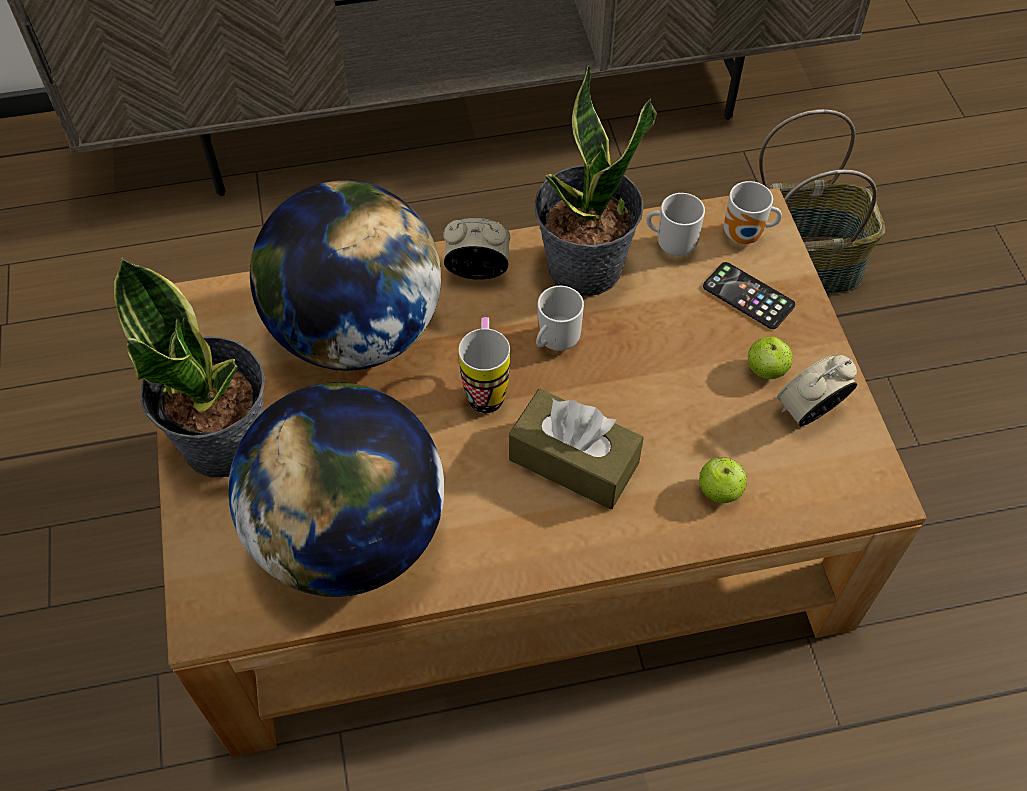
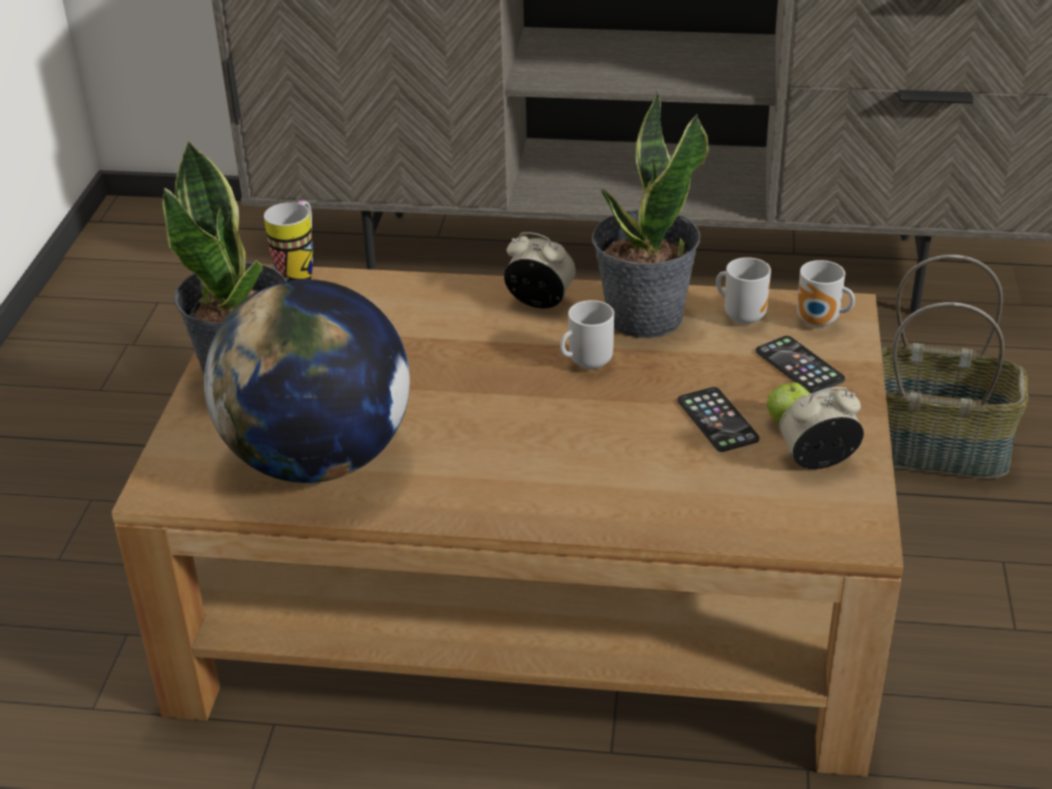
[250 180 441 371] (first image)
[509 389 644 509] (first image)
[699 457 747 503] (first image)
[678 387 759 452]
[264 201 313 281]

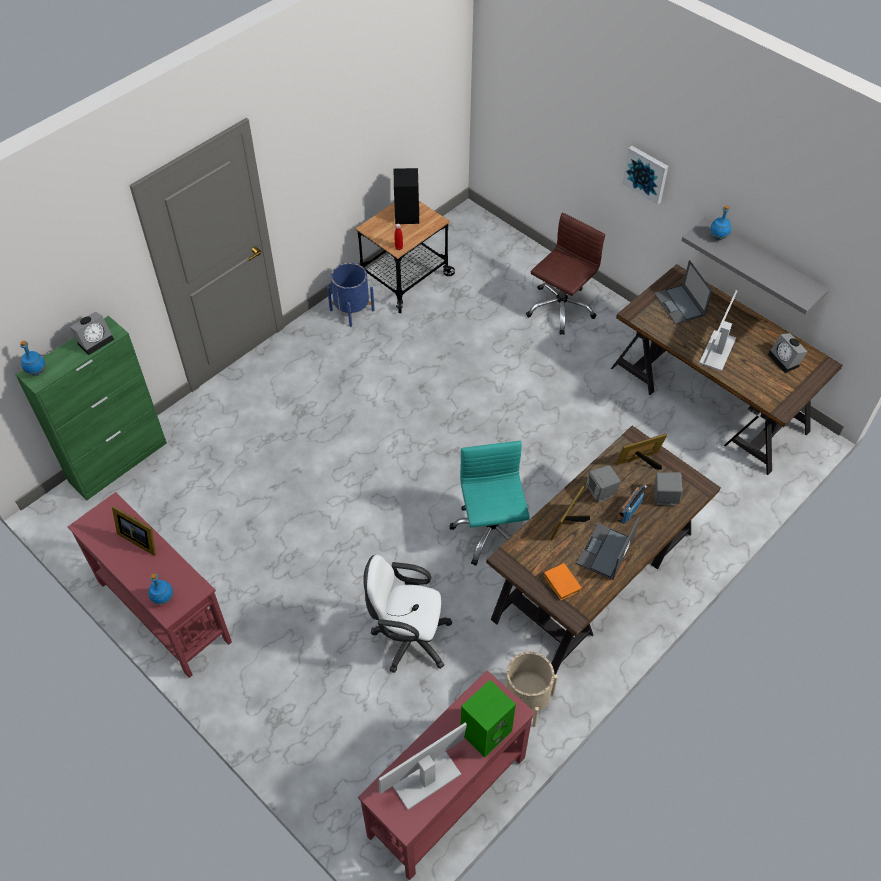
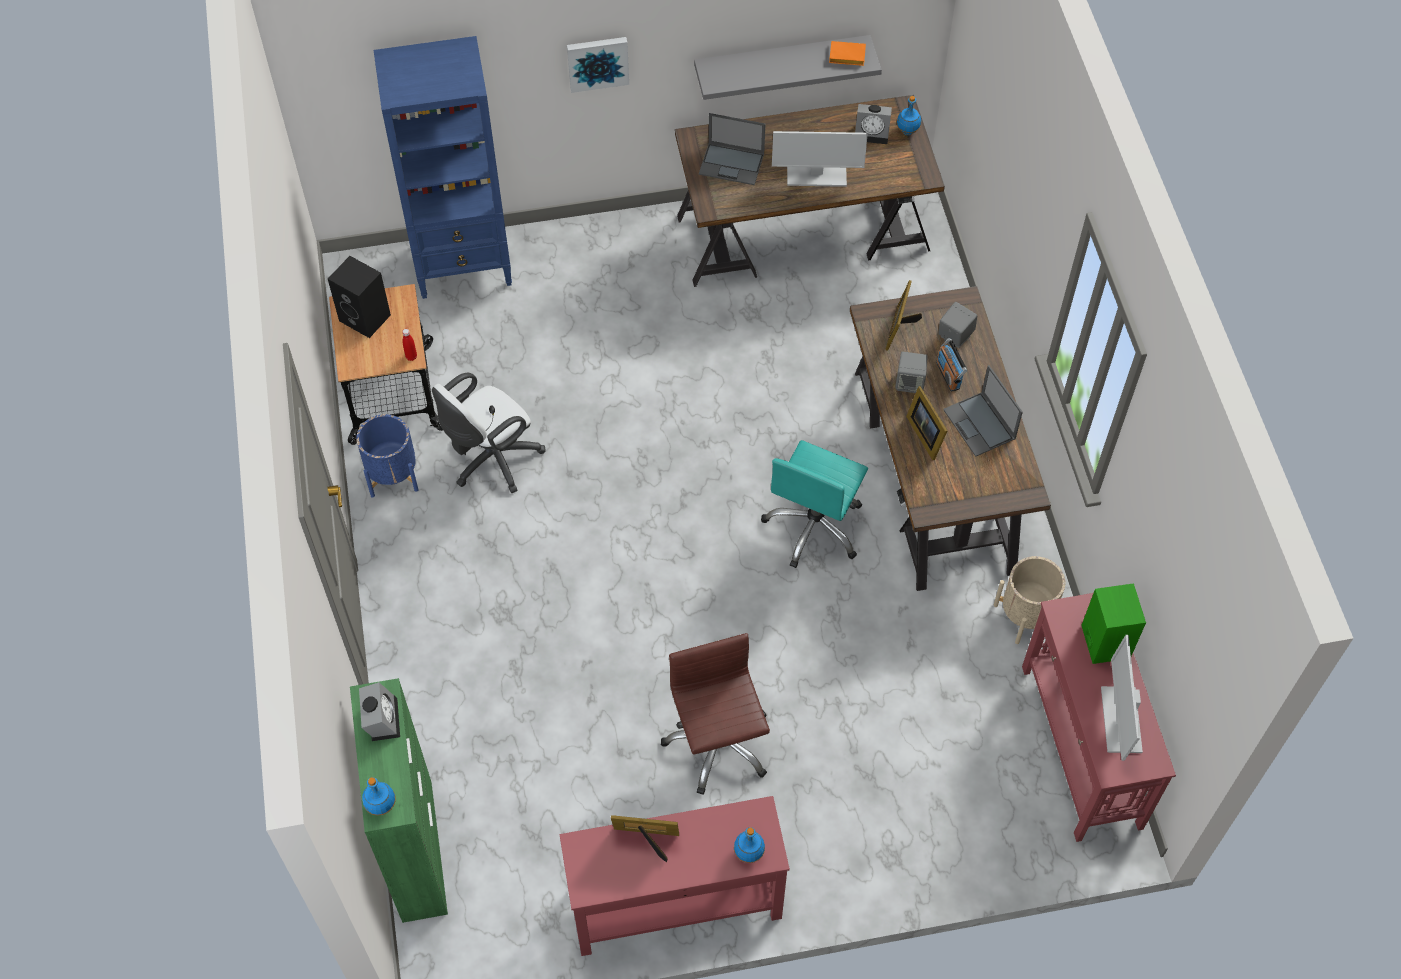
[373 36 512 299]
[432 373 546 493]
[661 633 770 795]
[829 41 866 66]
[897 96 921 135]
[611 815 679 862]
[761 440 868 568]
[772 131 868 187]

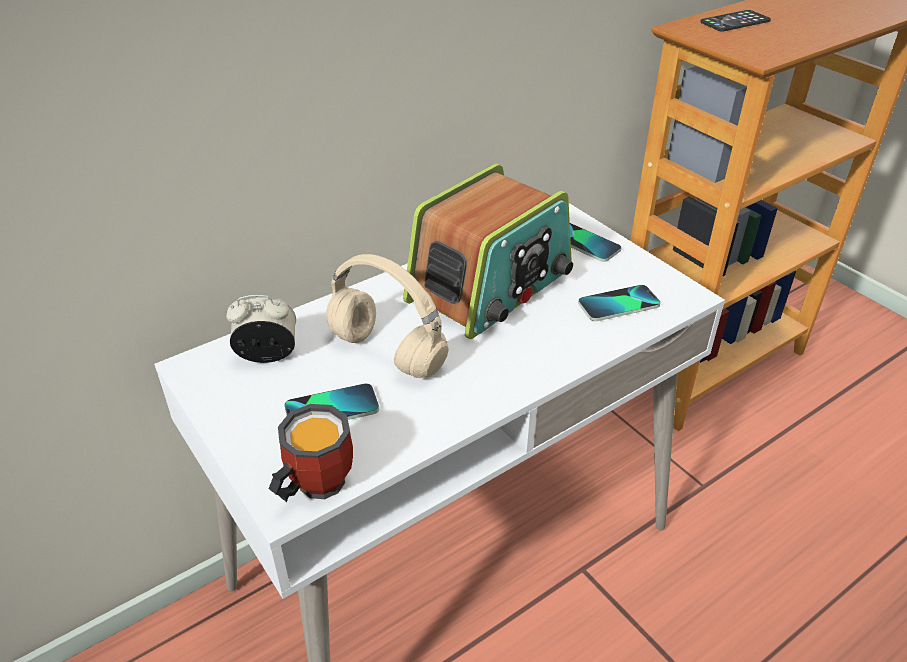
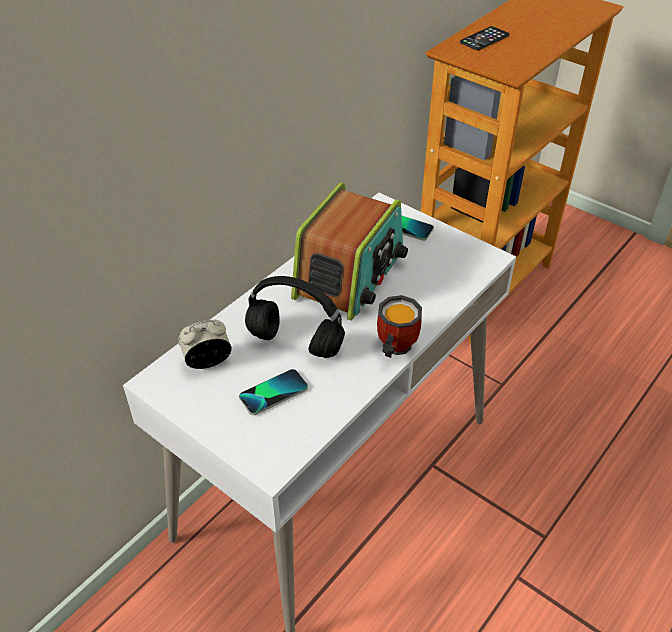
[578 285 660 321] (first image)
[377 295 422 358]
[245 276 345 358]

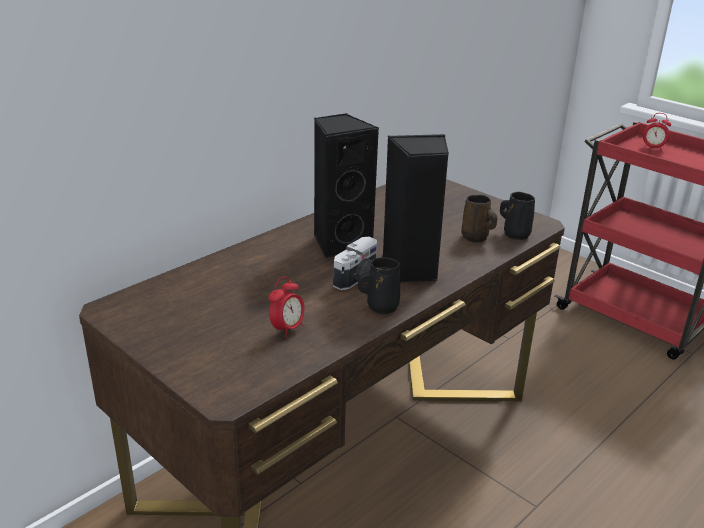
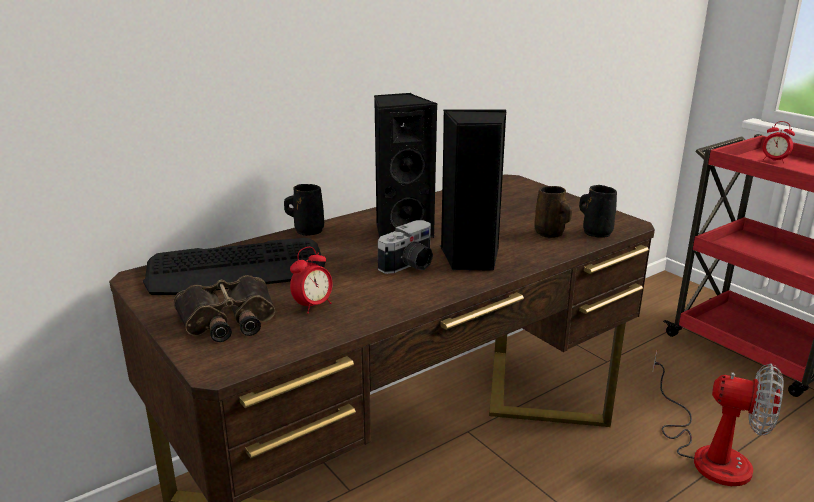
[143 238 325 295]
[173 275 275 342]
[653 351 784 486]
[284 184 324 236]

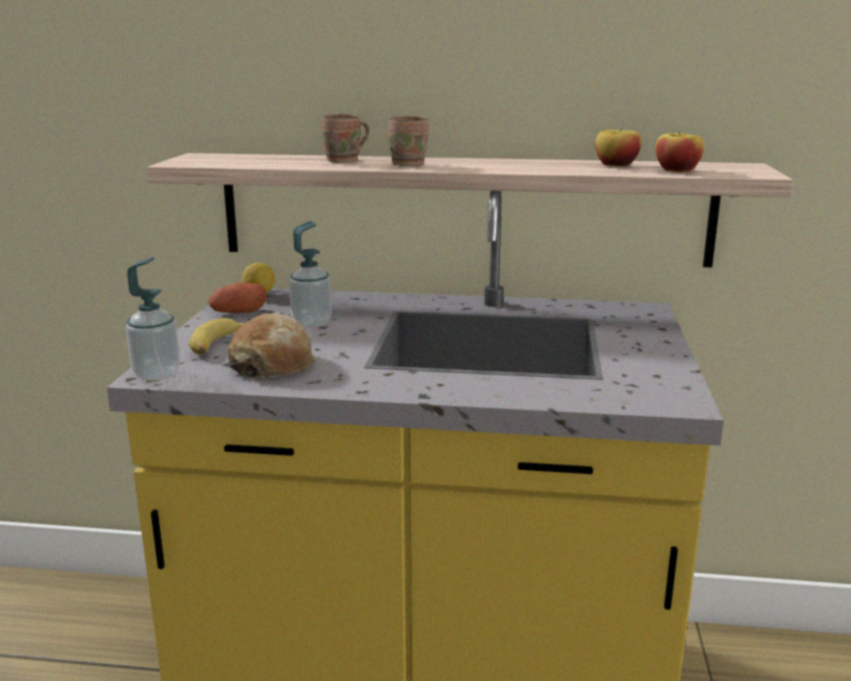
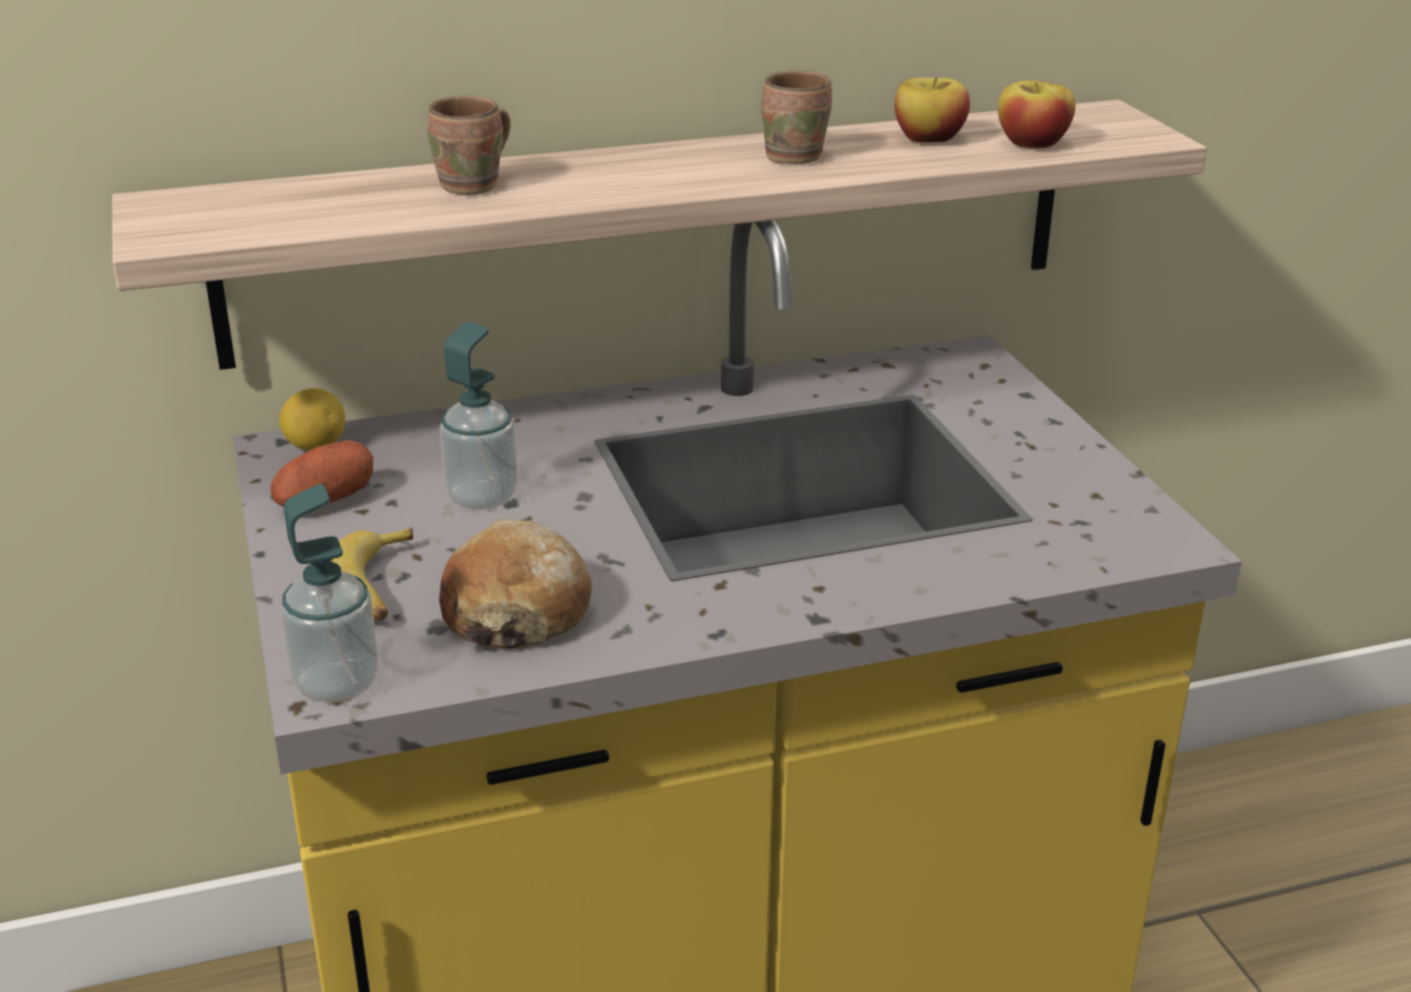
[762 70 832 164]

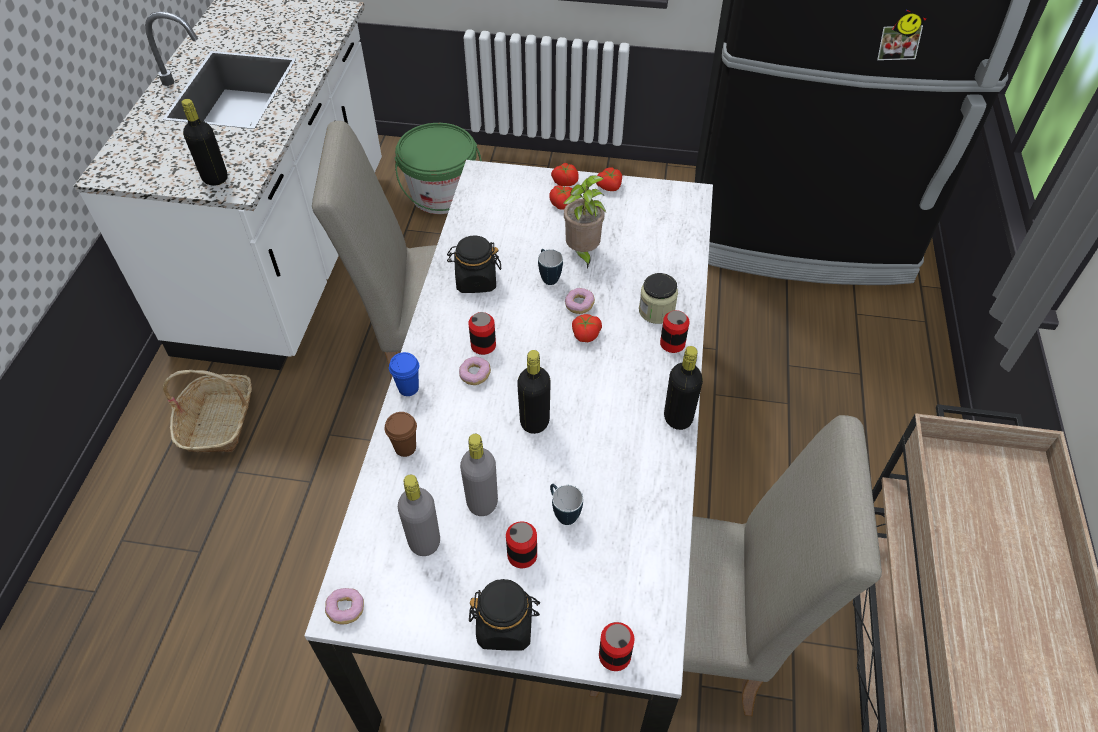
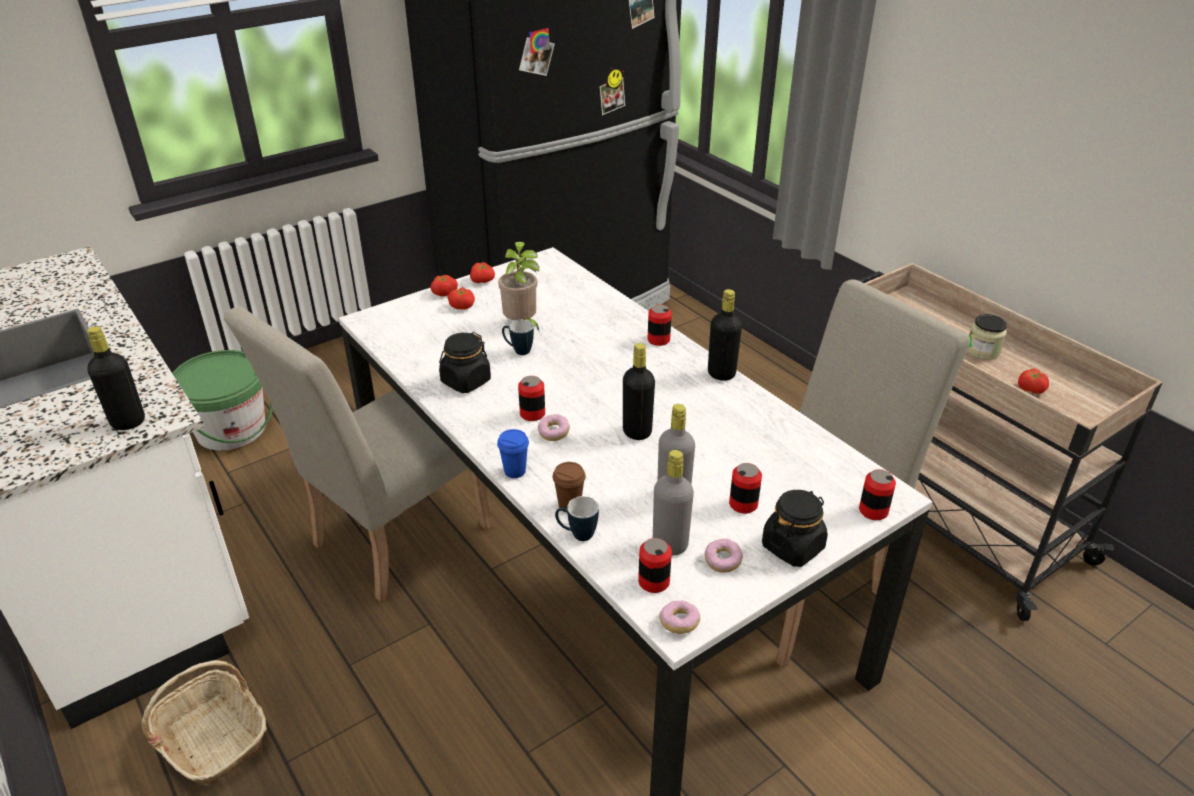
[638 538 672 593]
[555 496 599 541]
[705 539 743 573]
[1018 369 1049 394]
[967 314 1007 360]

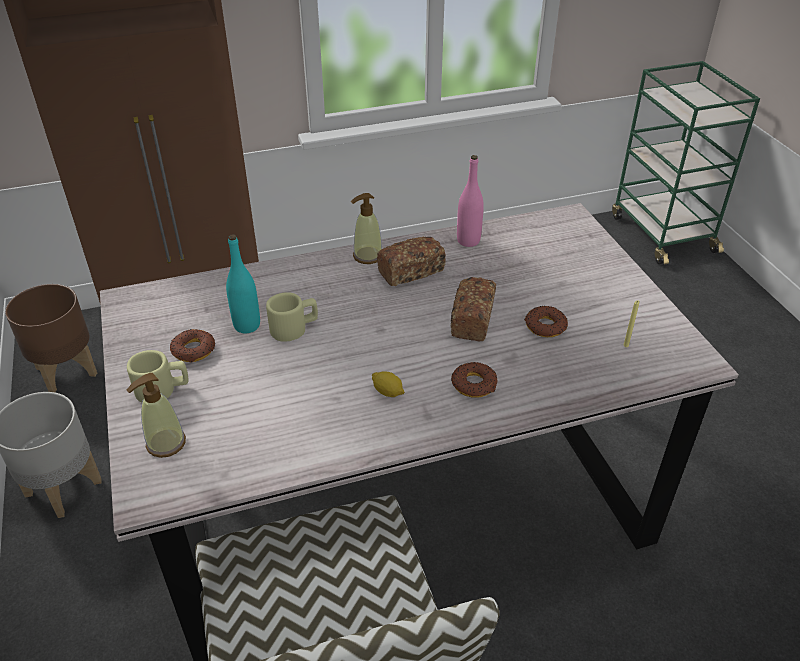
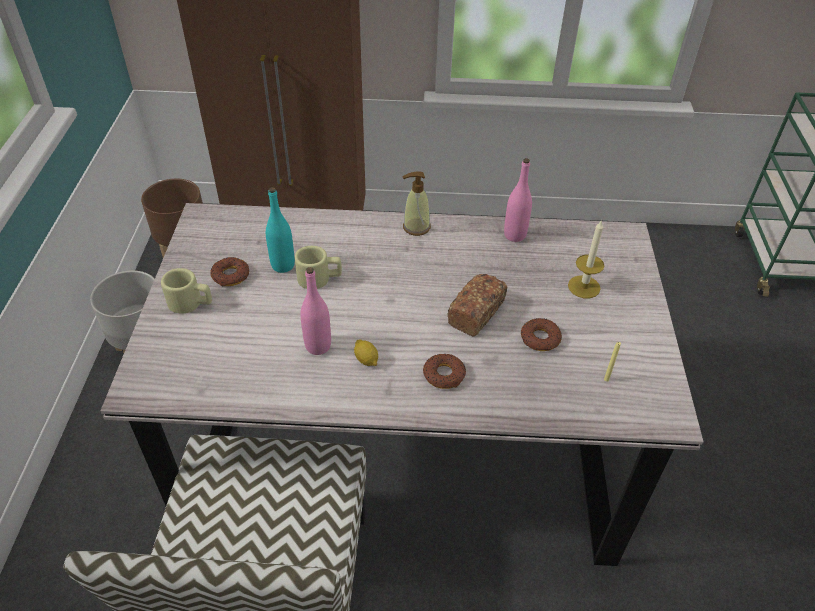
[127 373 186 458] (first image)
[377 237 446 286] (first image)
[300 267 331 355]
[568 220 604 298]

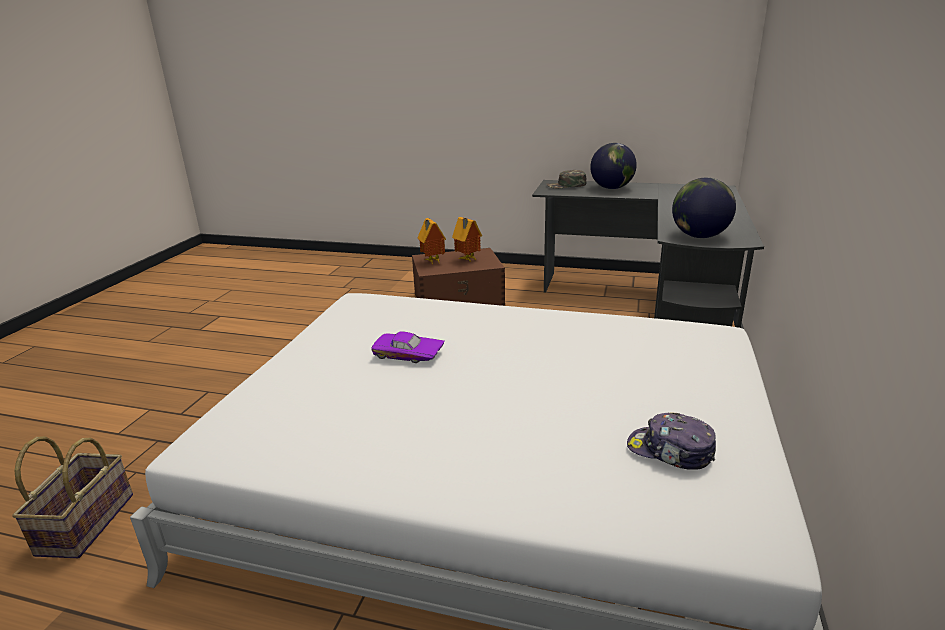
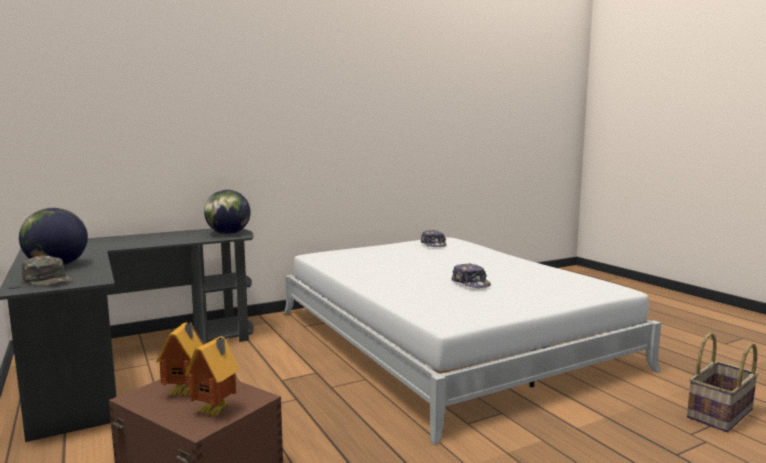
[451 263 491 288]

